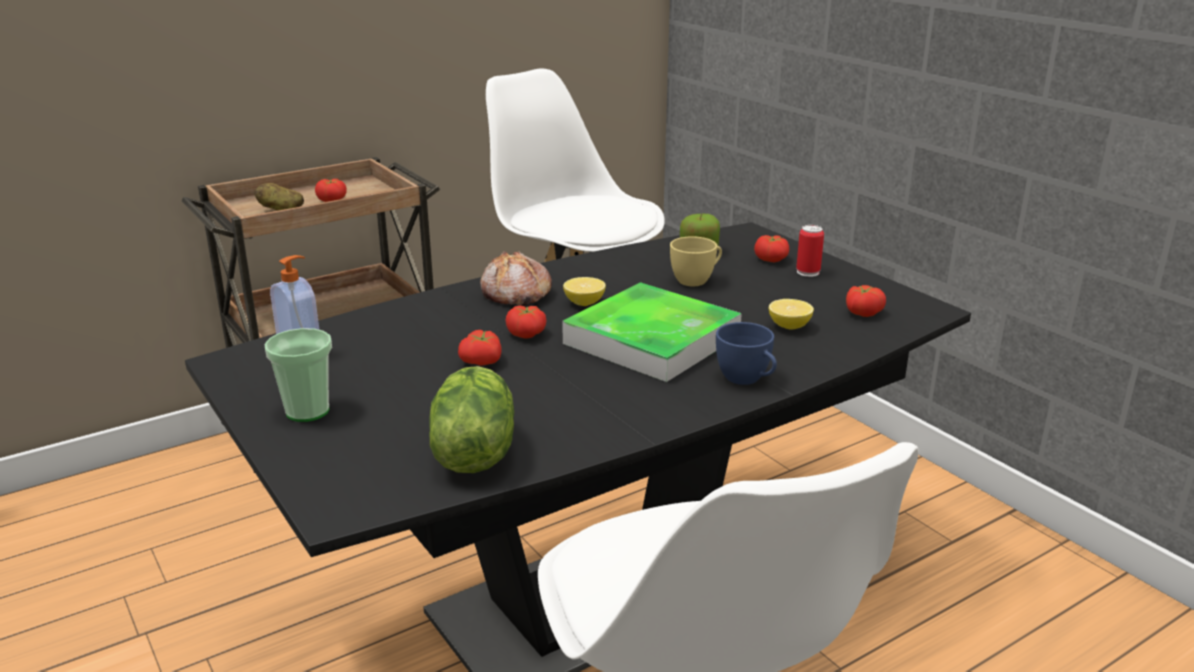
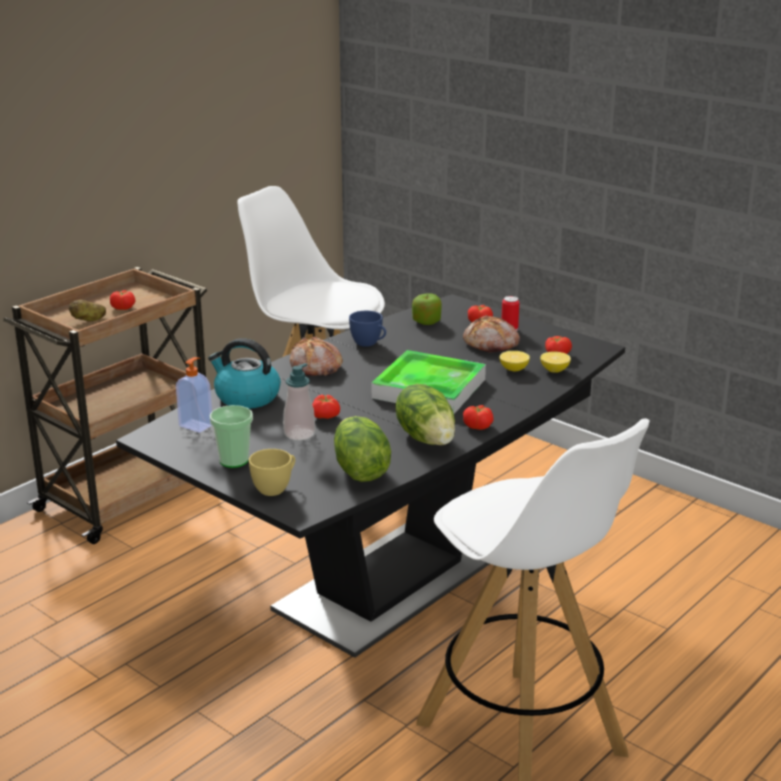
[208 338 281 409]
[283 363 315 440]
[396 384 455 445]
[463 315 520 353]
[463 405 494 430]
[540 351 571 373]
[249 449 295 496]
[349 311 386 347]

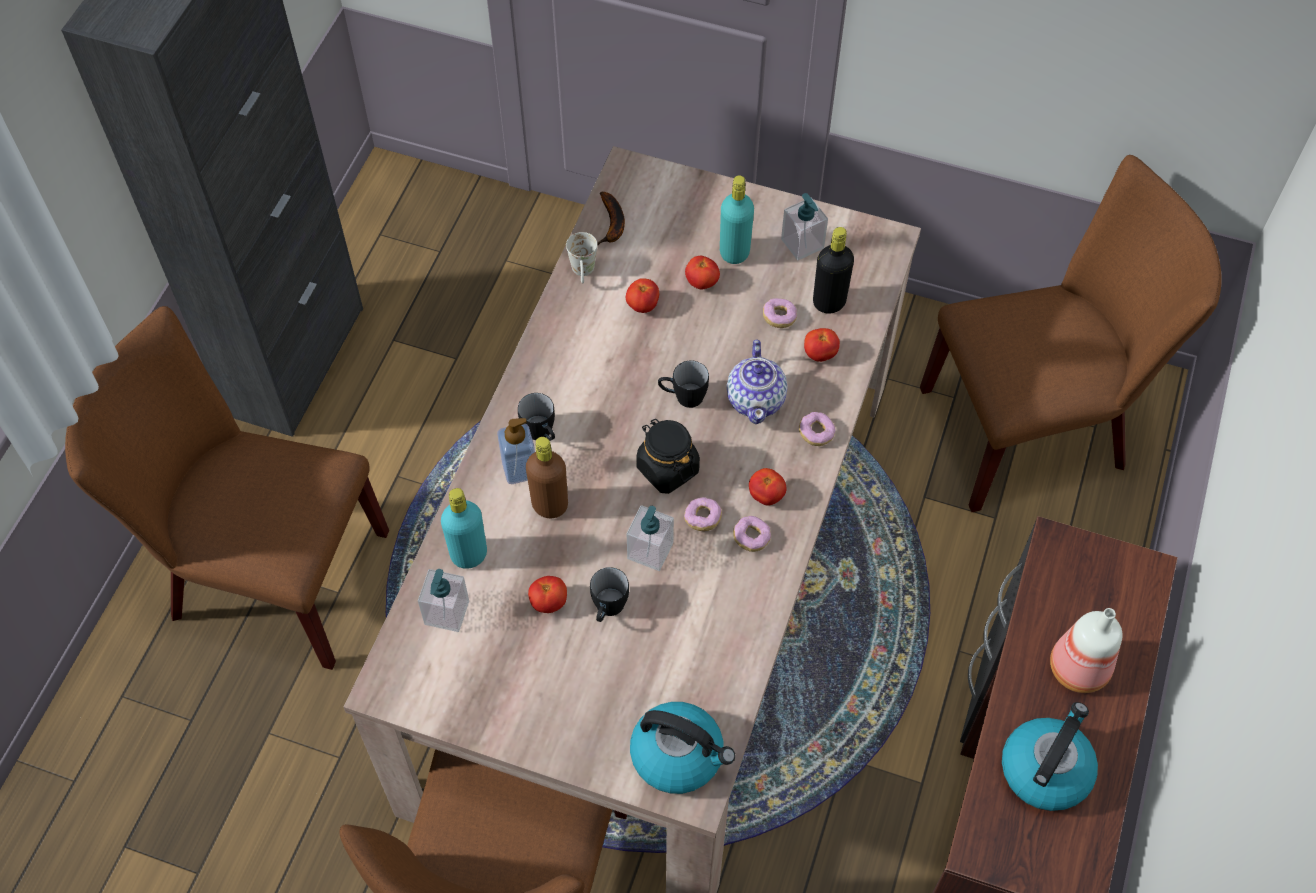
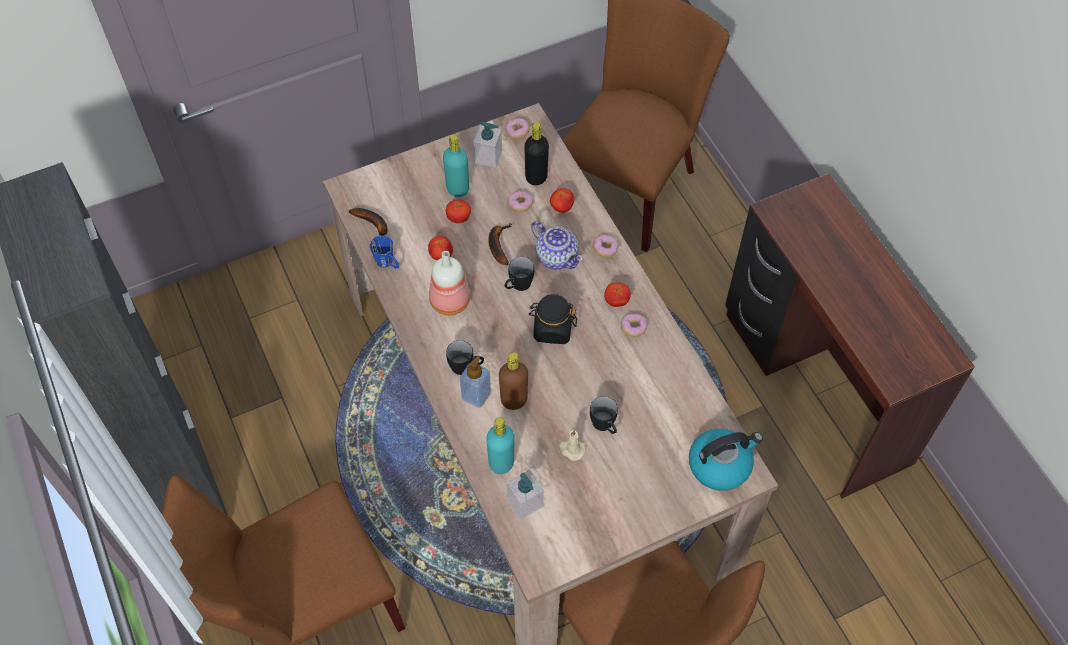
[627 505 674 571] (first image)
[1002 702 1098 811] (first image)
[489 223 512 265]
[505 118 529 139]
[429 251 470 315]
[559 430 586 461]
[370 235 399 269]

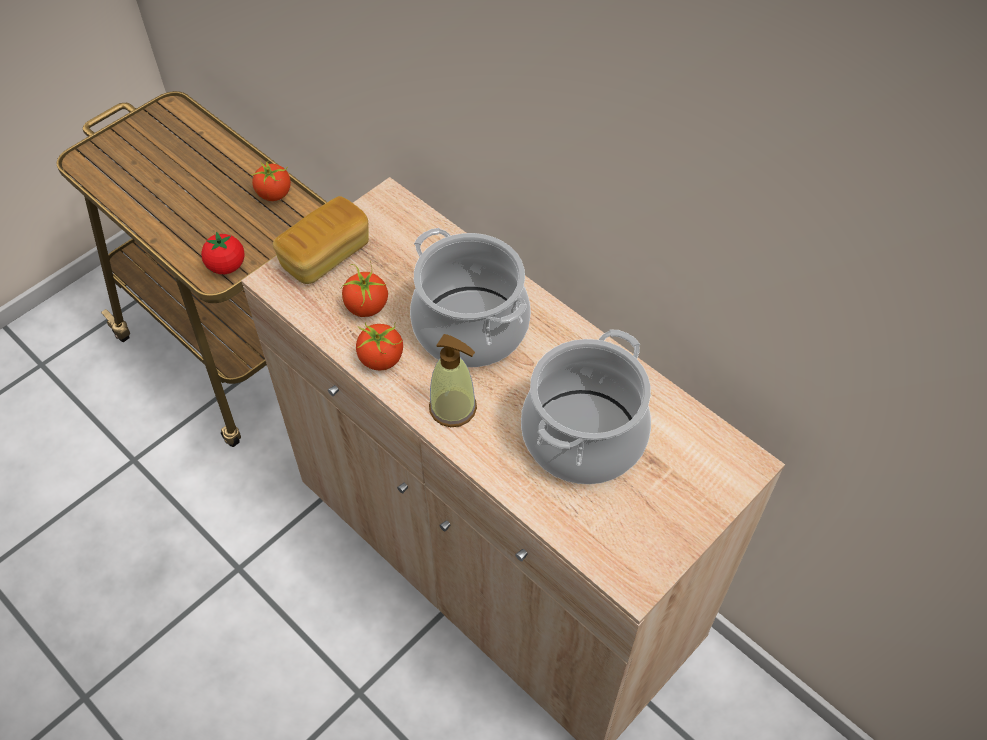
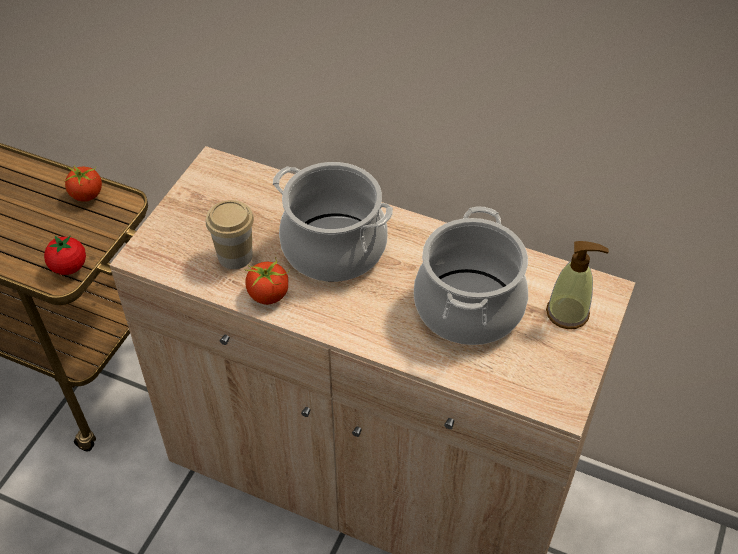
[273 196 369 284] (first image)
[546 241 609 329]
[206 200 254 269]

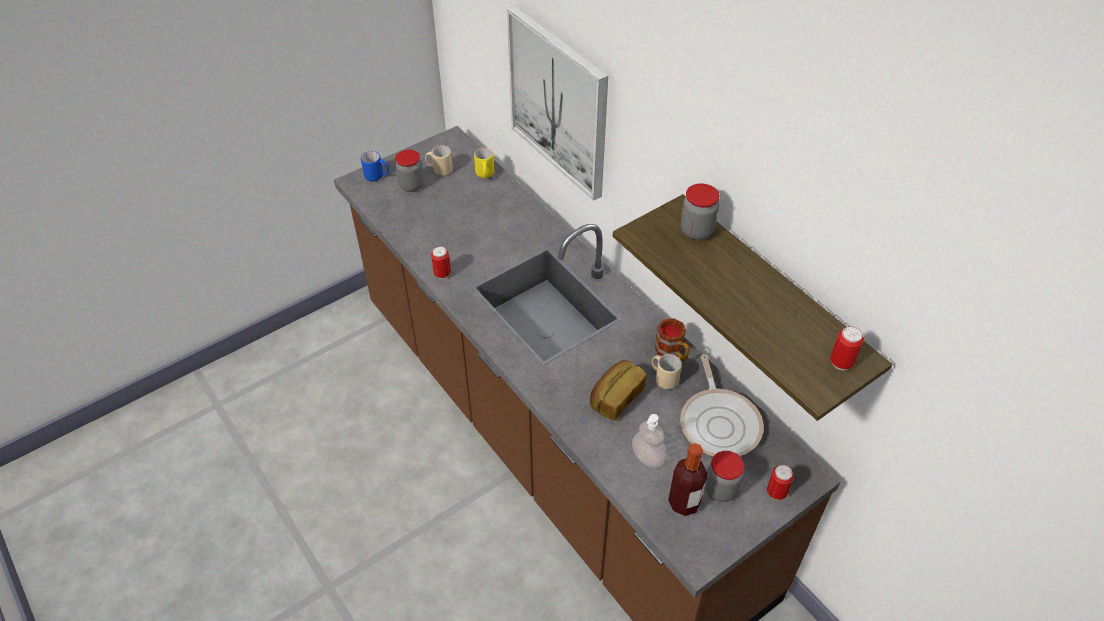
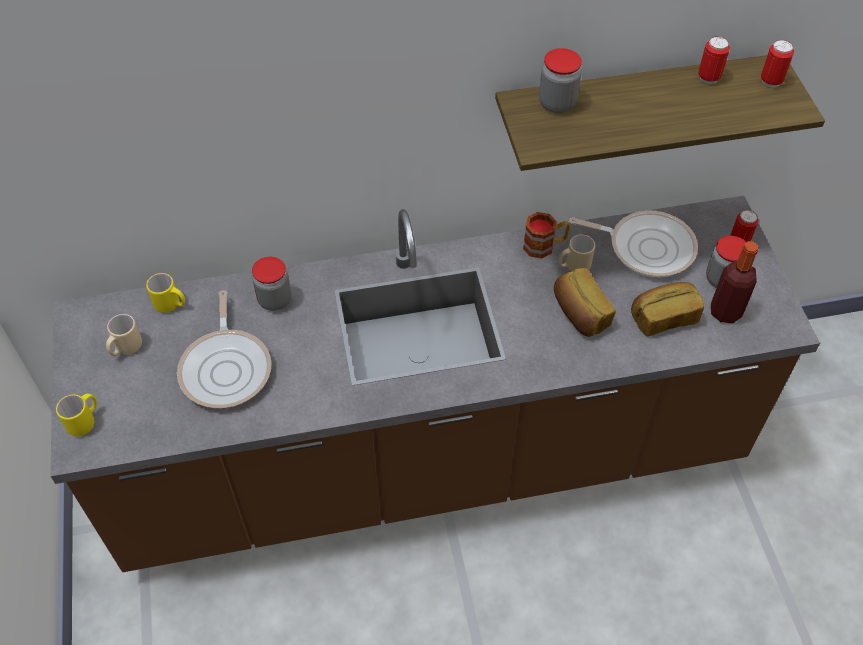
[507 6 608 201] (first image)
[177 290 272 408]
[252 257 291 311]
[698 36 730 84]
[631 282 704 337]
[56 394 97 436]

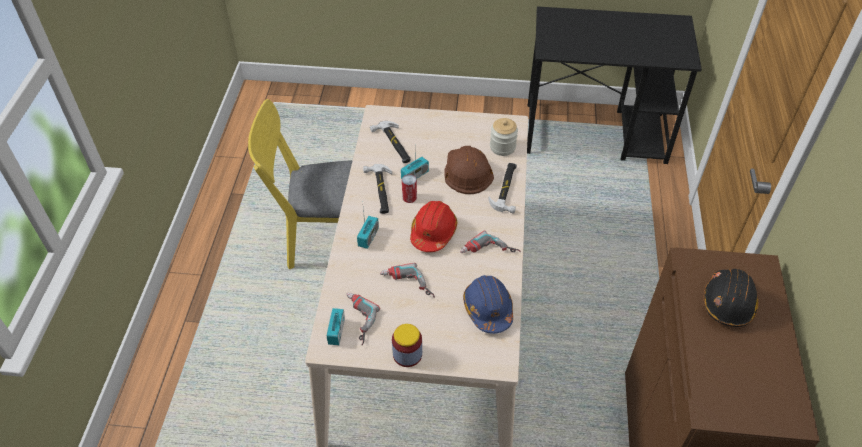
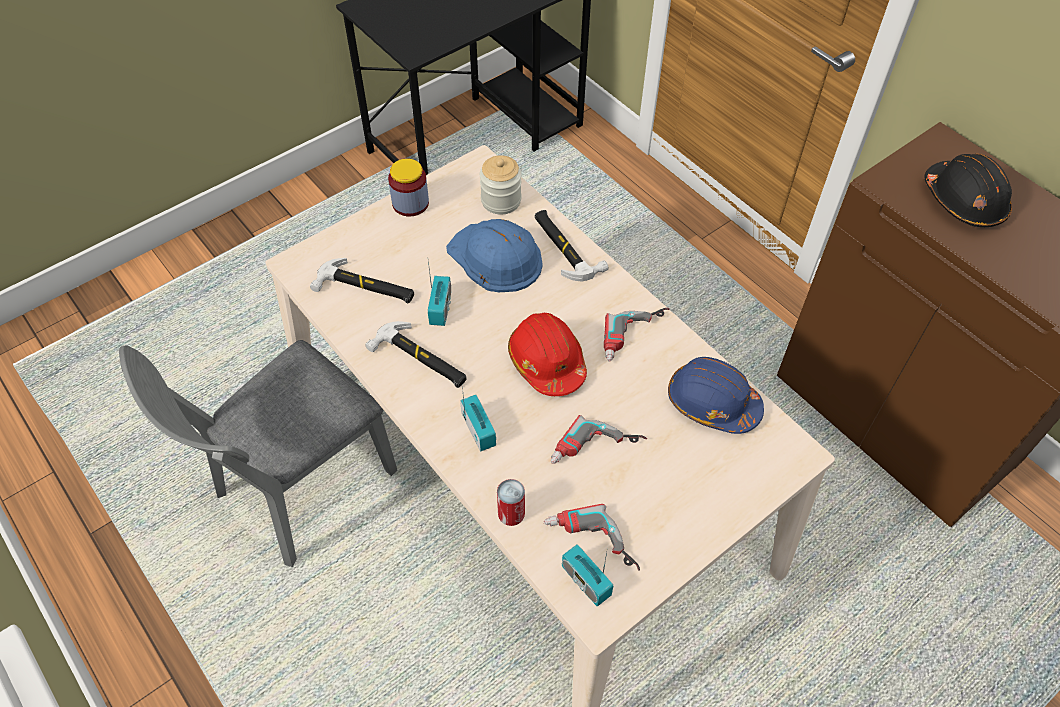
[388 159 429 216]
[497 479 525 526]
[119 340 398 567]
[446 219 543 292]

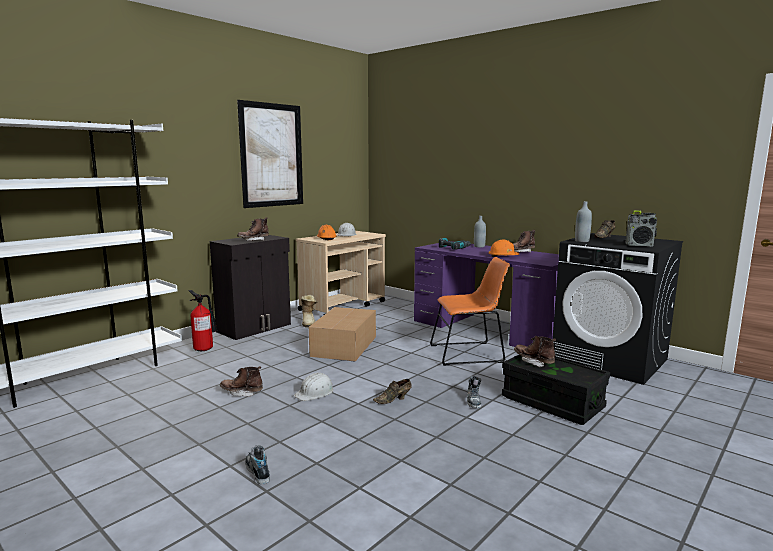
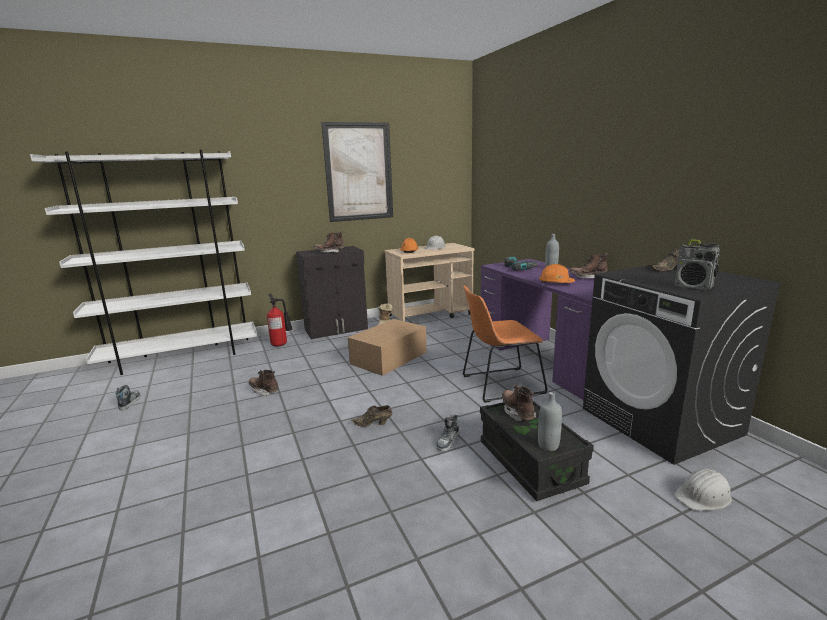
[115 385 140 410]
[674 469 732 511]
[538 392 562 451]
[463 285 548 403]

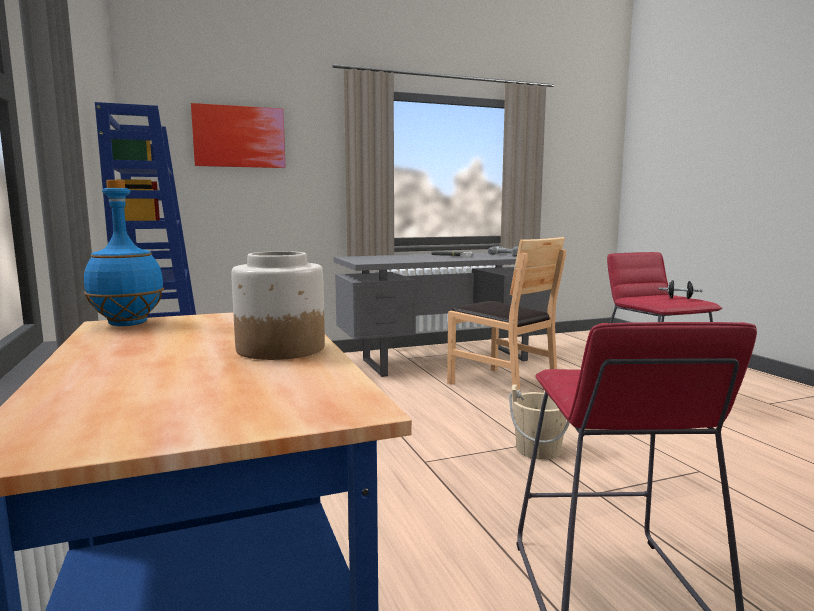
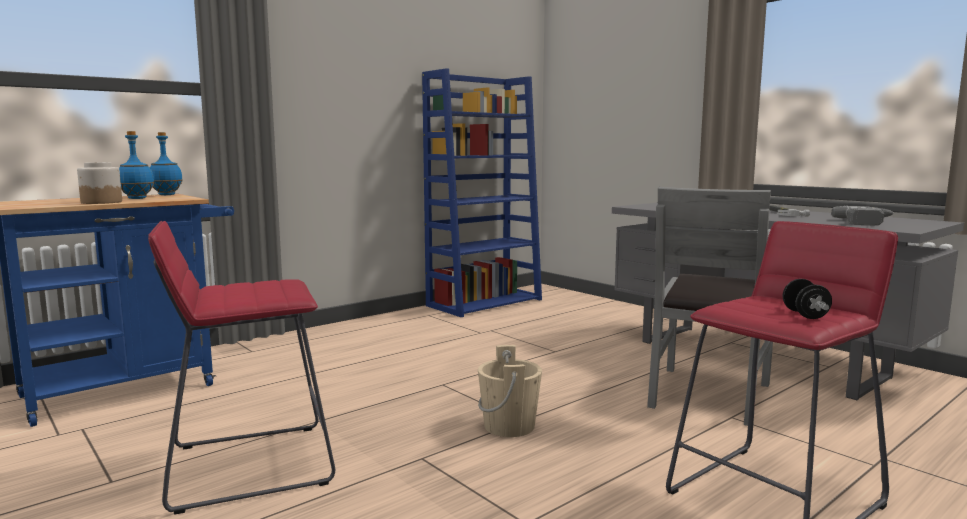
[191 103 286 168] (first image)
[119 131 155 199]
[647 187 773 426]

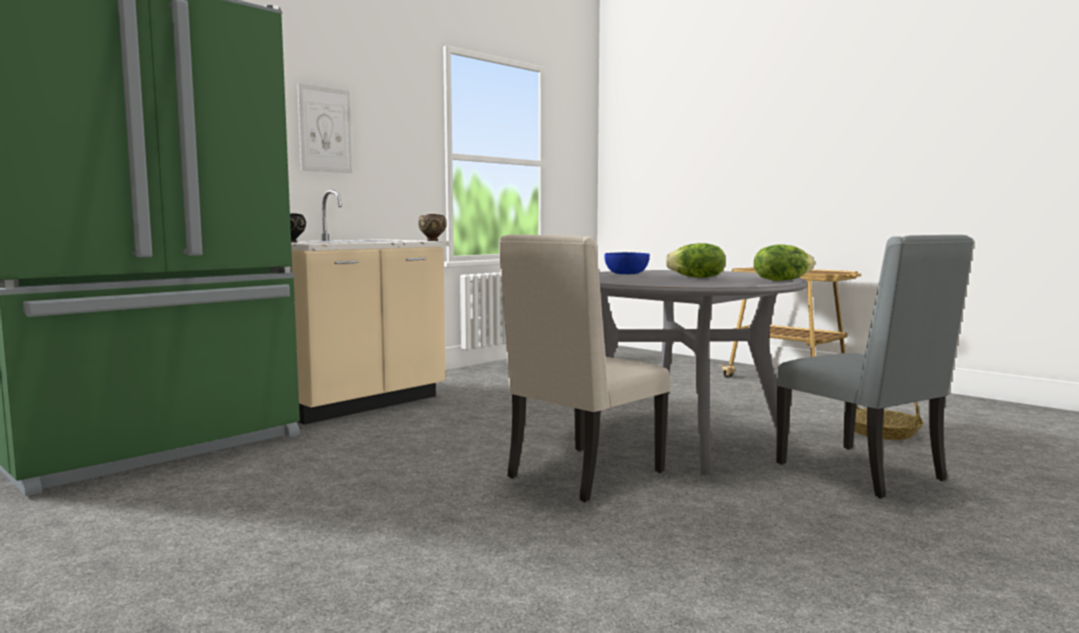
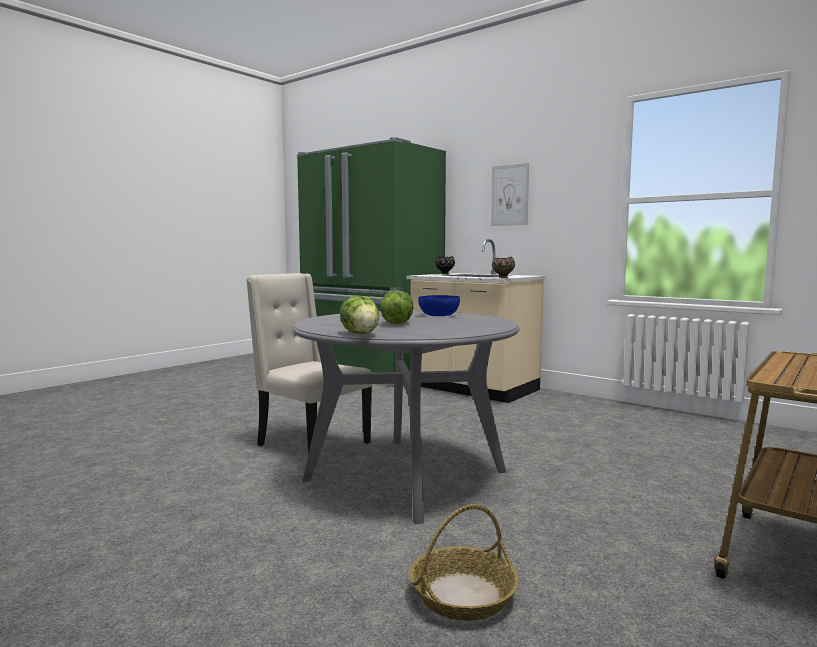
[776 235 974 498] (first image)

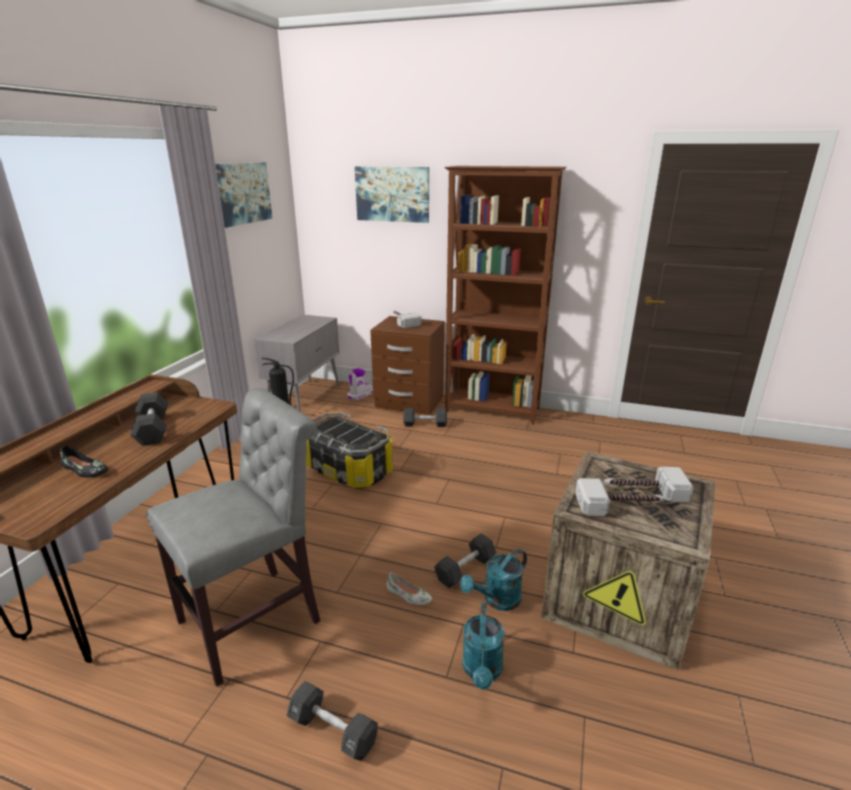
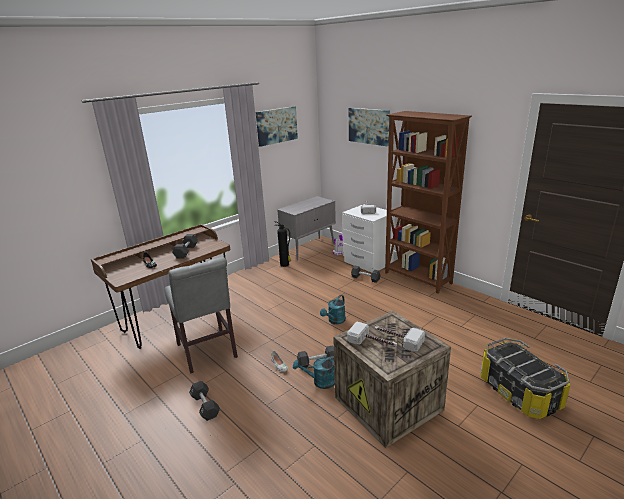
[481 338 571 419]
[320 295 346 324]
[342 204 395 273]
[165 257 238 373]

